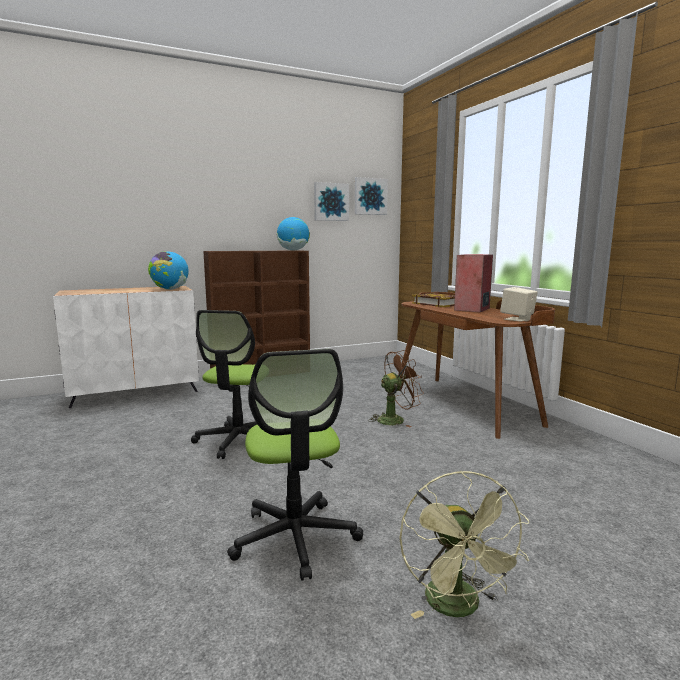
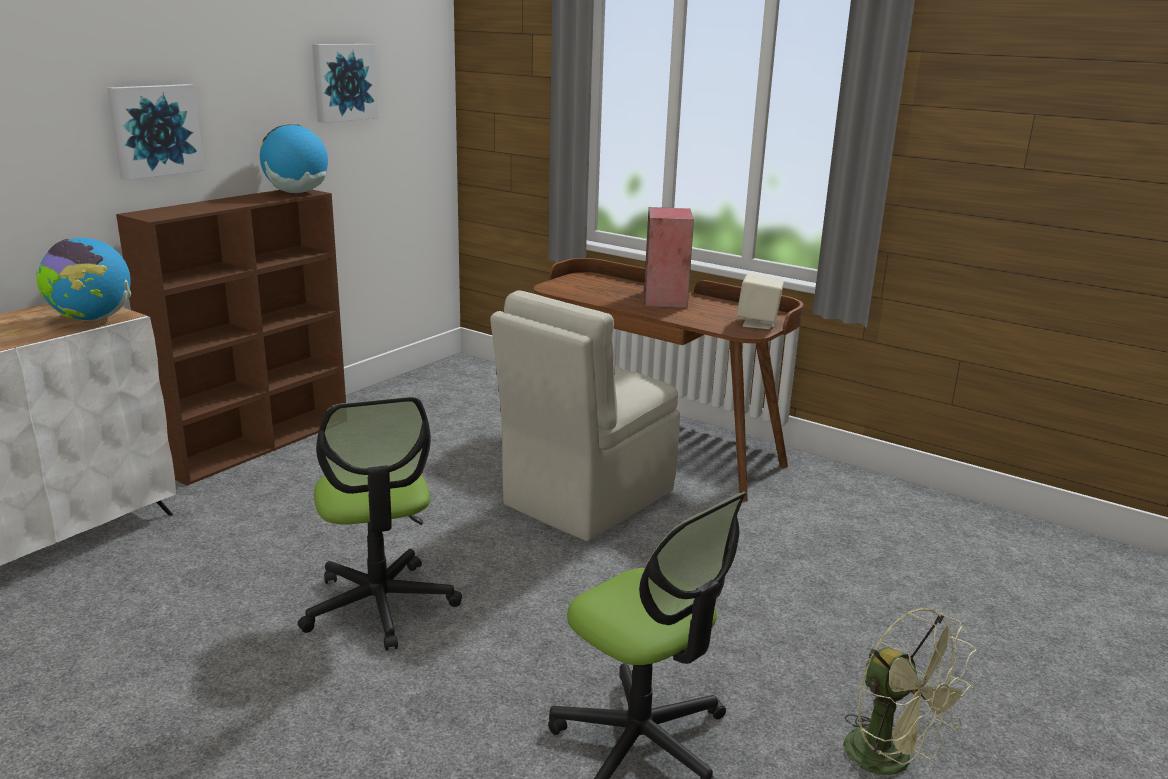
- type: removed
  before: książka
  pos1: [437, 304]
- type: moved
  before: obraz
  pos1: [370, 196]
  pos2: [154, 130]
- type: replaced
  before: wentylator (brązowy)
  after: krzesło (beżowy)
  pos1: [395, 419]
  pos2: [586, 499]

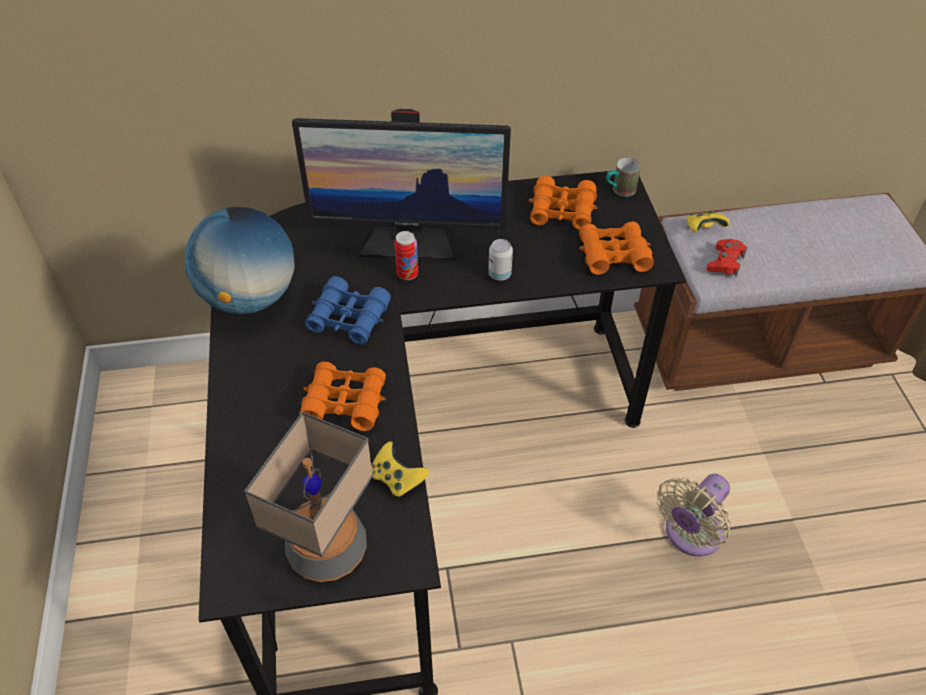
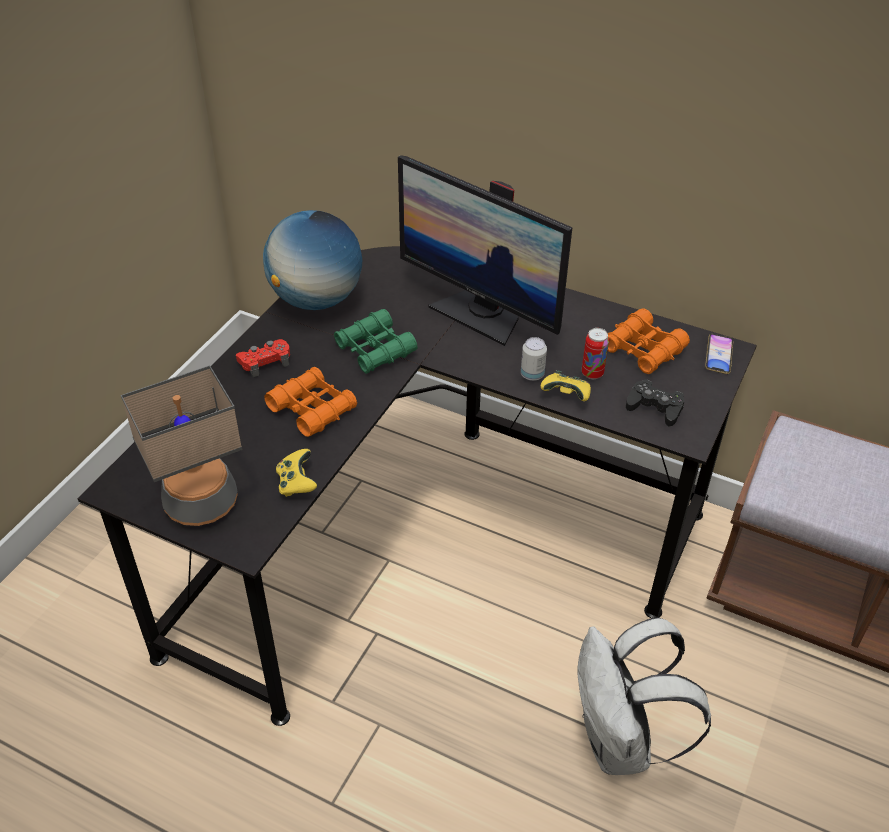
- type: moved
  before: puszka
  pos1: [407, 274]
  pos2: [592, 373]
- type: moved
  before: pad do gier (żółty)
  pos1: [704, 229]
  pos2: [566, 395]
- type: moved
  before: pad do gier (czerwony)
  pos1: [725, 262]
  pos2: [265, 361]
- type: replaced
  before: lornetka (pomarańczowy)
  after: pad do gier (czarny)
  pos1: [613, 255]
  pos2: [654, 407]
- type: replaced
  before: kubek
  after: telefon
  pos1: [619, 190]
  pos2: [718, 356]
- type: replaced
  before: wentylator (beżowy)
  after: plecak (biały)
  pos1: [689, 535]
  pos2: [620, 742]
- type: recoloured
  before: lornetka (niebieski)
  after: lornetka (zielony)
  pos1: [349, 318]
  pos2: [375, 349]

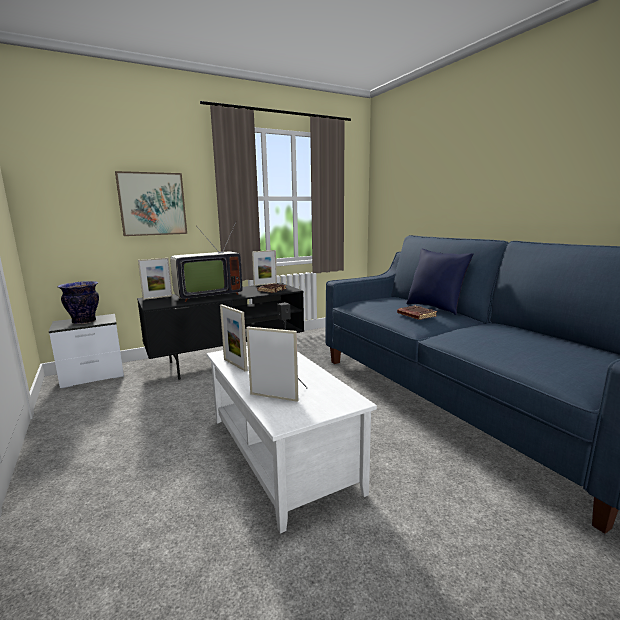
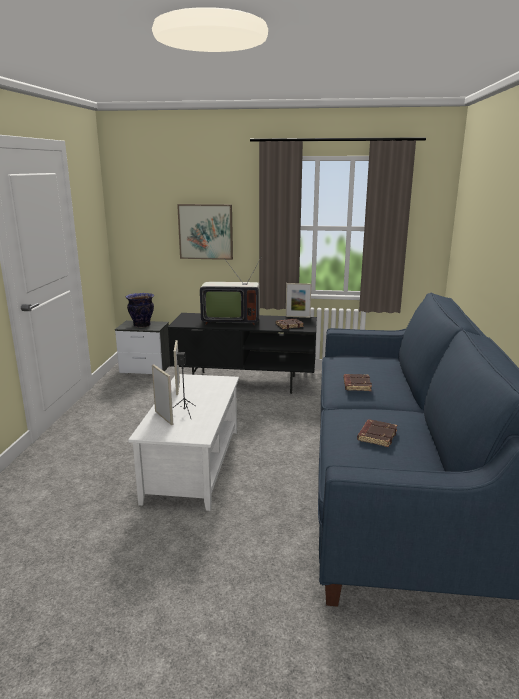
- type: removed
  before: ramka na zdjęcie
  pos1: [158, 297]
- type: removed
  before: poduszka (niebieski)
  pos1: [435, 308]
- type: added
  after: książka (brązowy)
  pos2: [376, 436]

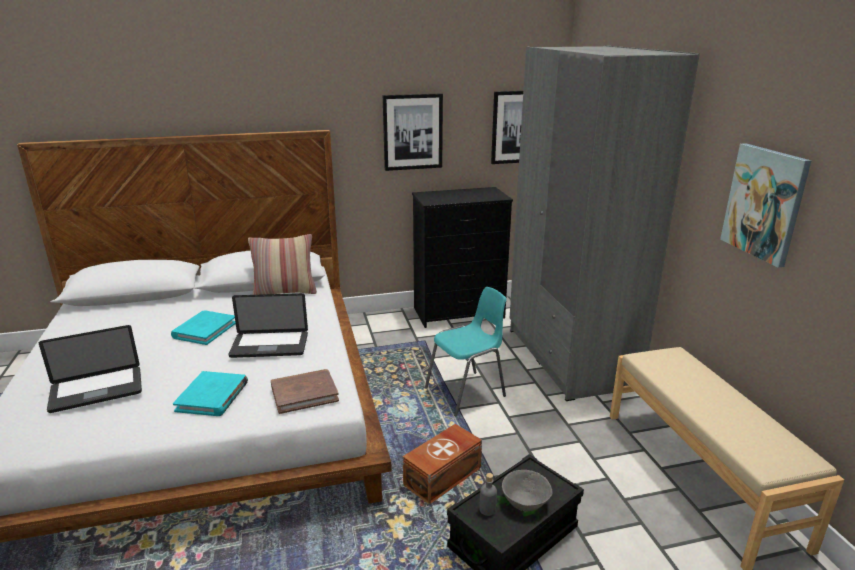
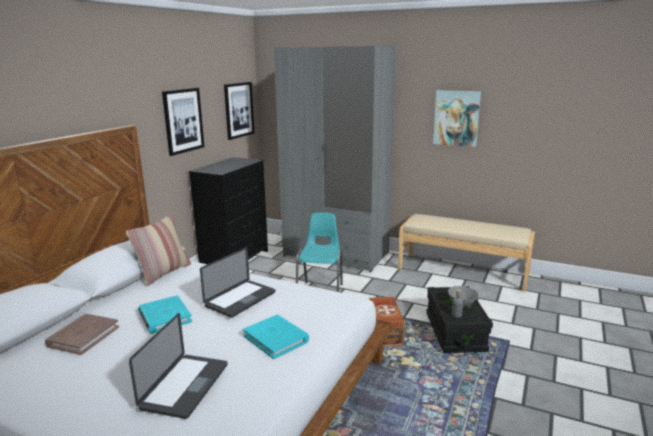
- type: moved
  before: książka (brązowy)
  pos1: [304, 394]
  pos2: [83, 336]

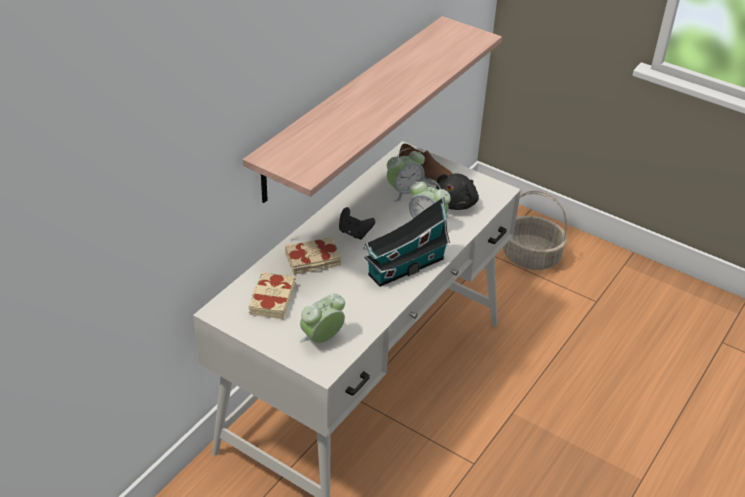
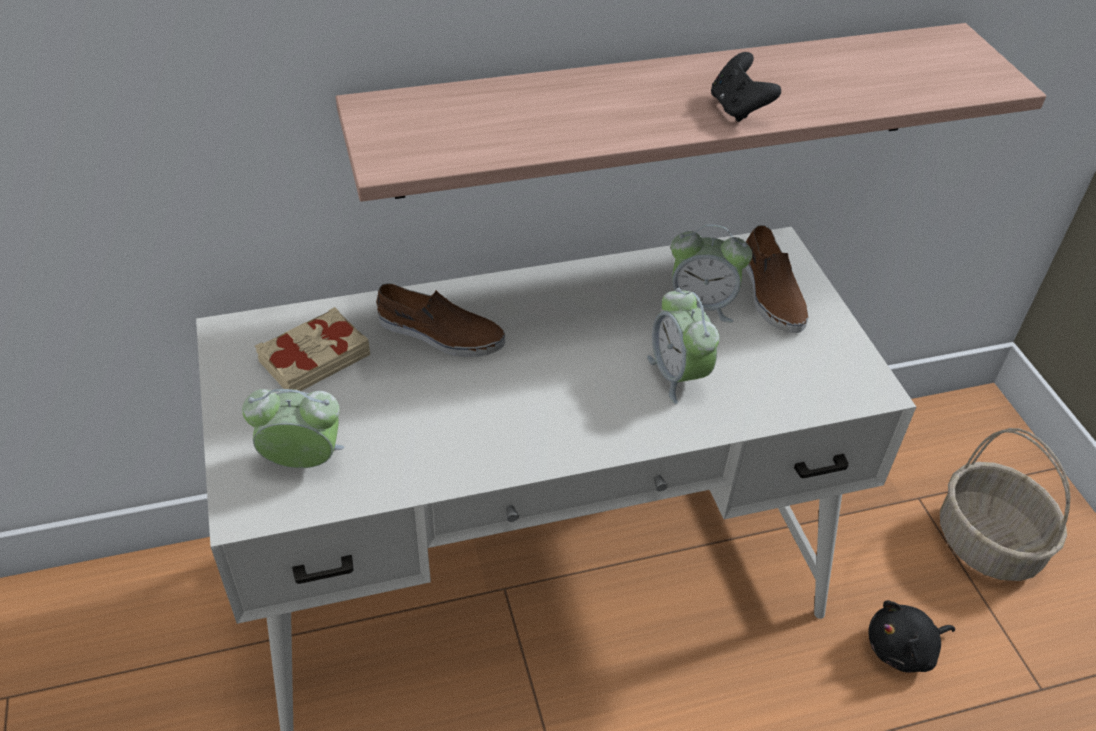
- type: removed
  before: domek
  pos1: [403, 268]
- type: moved
  before: pad do gier (czarny)
  pos1: [354, 233]
  pos2: [738, 108]
- type: moved
  before: pluszak (czarny)
  pos1: [456, 203]
  pos2: [903, 649]
- type: replaced
  before: książka (beżowy)
  after: but (brązowy)
  pos1: [313, 260]
  pos2: [440, 333]

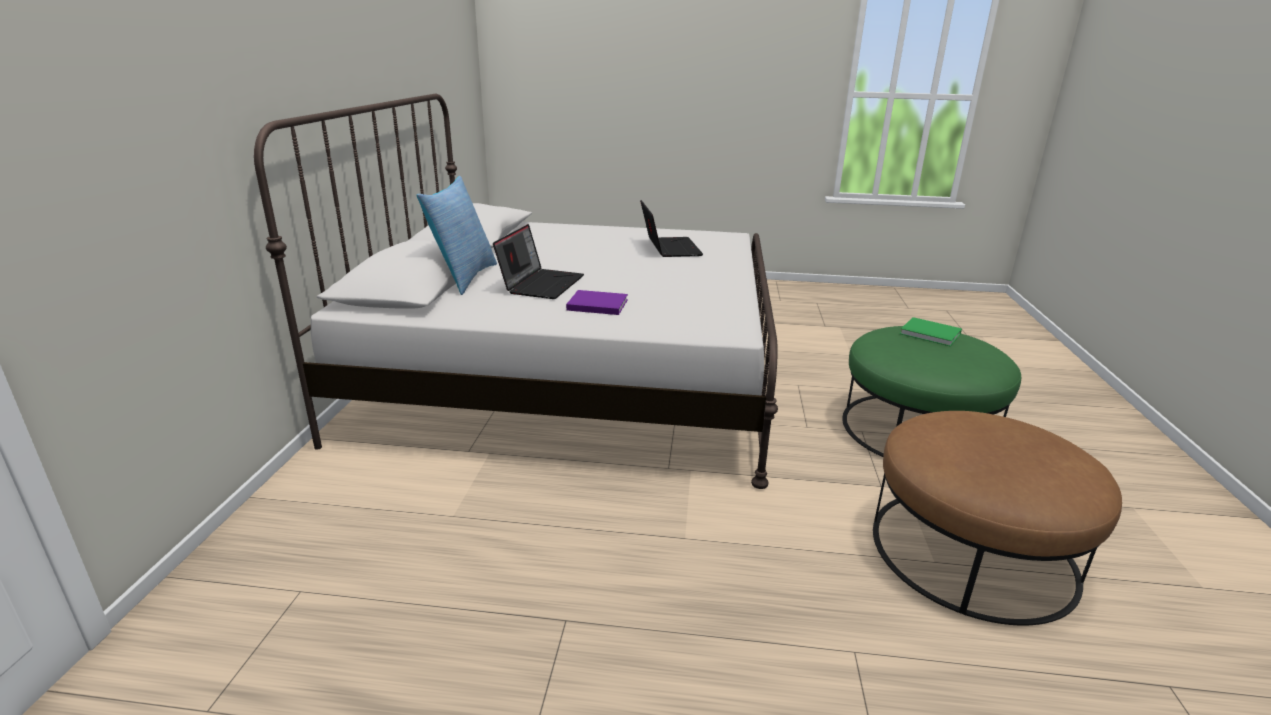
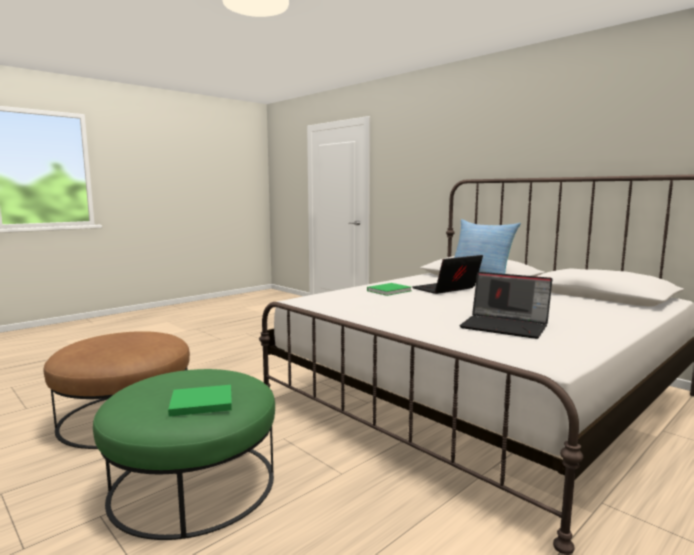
- type: recoloured
  before: książka (fioletowy)
  after: książka (zielony)
  pos1: [595, 304]
  pos2: [390, 290]
- type: turned
  before: laptop
  pos1: [541, 284]
  pos2: [446, 289]
  turn: 90

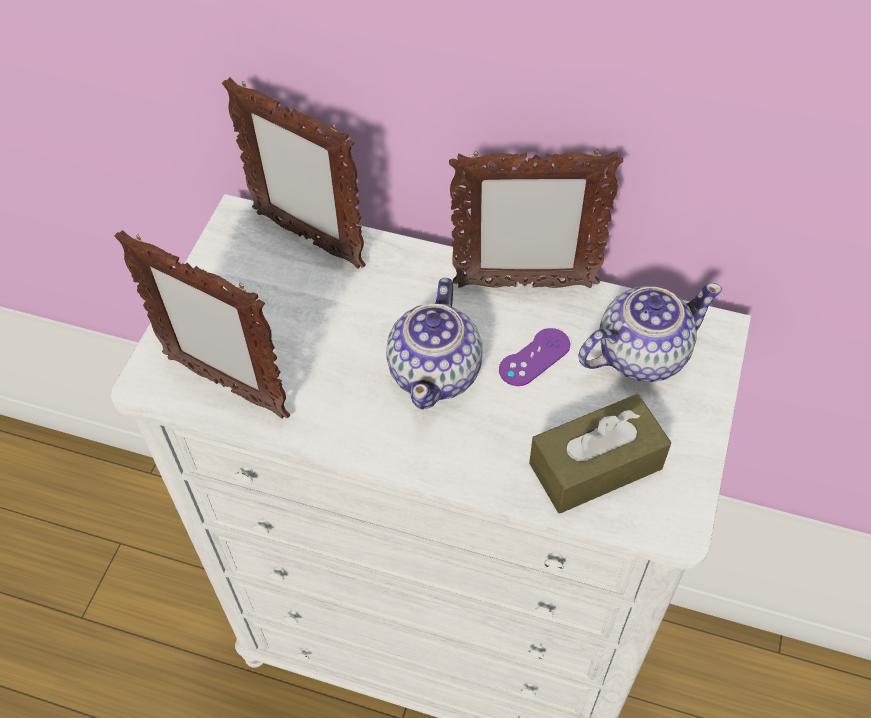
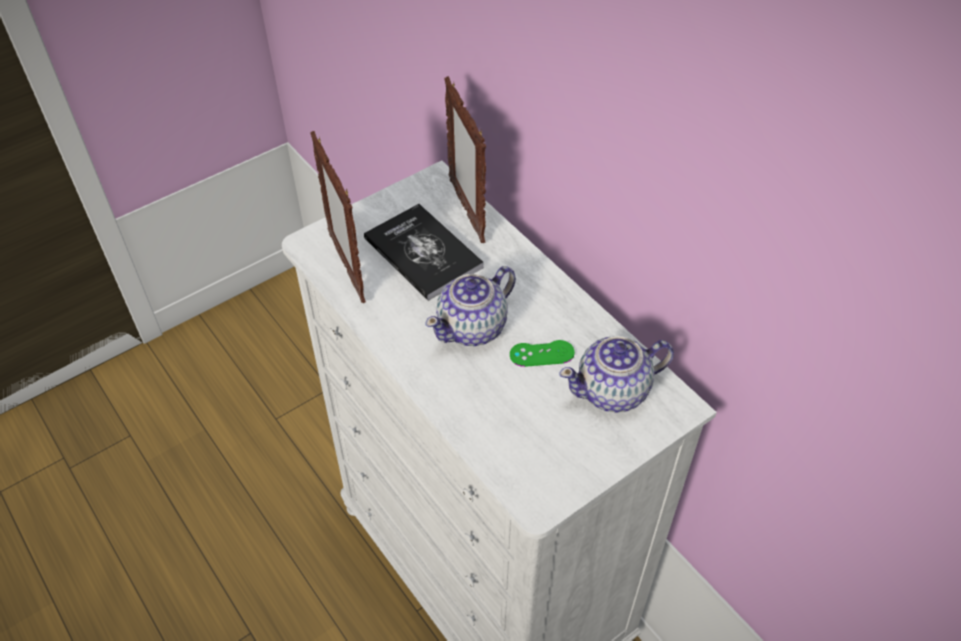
- type: removed
  before: ramka na zdjęcie
  pos1: [524, 285]
- type: removed
  before: pudełko chusteczek (brązowy)
  pos1: [595, 466]
- type: added
  after: książka
  pos2: [423, 253]
- type: recoloured
  before: pad do gier (fioletowy)
  after: pad do gier (zielony)
  pos1: [534, 357]
  pos2: [542, 353]
- type: turned
  before: imbryk
  pos1: [640, 354]
  pos2: [613, 391]
  turn: 150

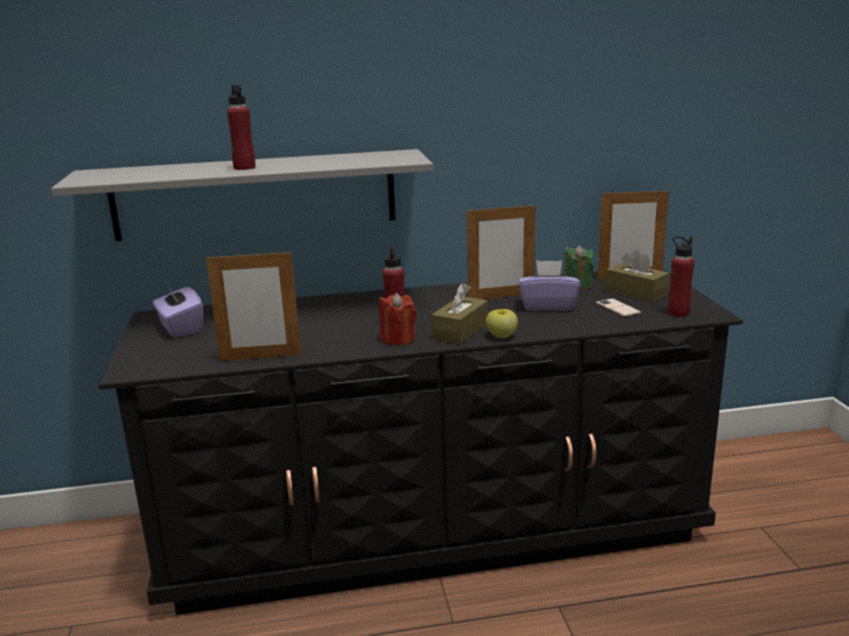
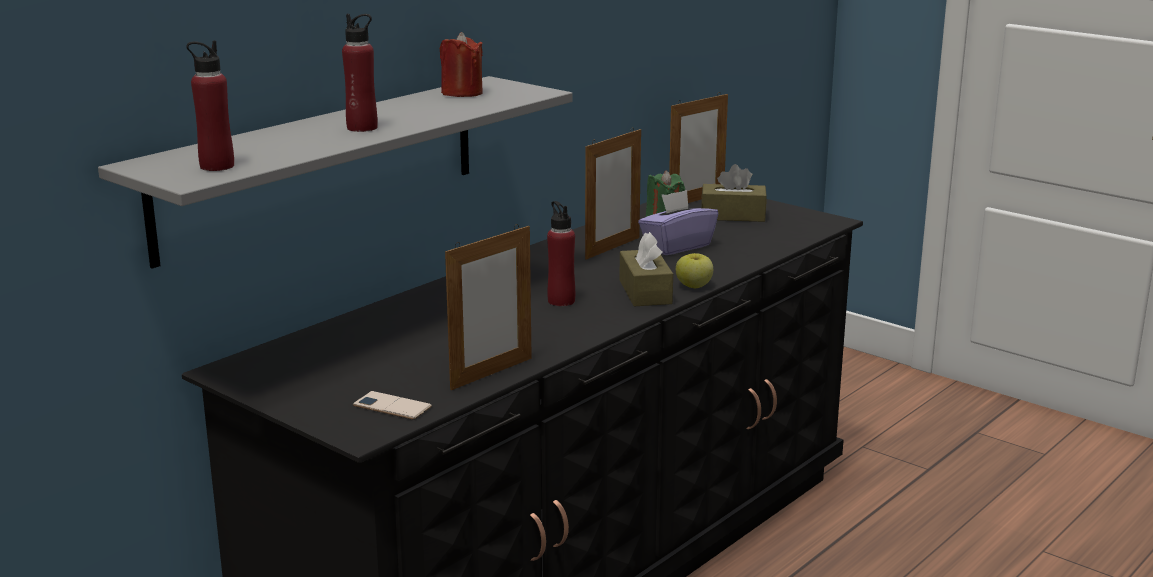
- type: removed
  before: pudełko chusteczek (fioletowy)
  pos1: [180, 328]
- type: moved
  before: świeca (czerwony)
  pos1: [398, 339]
  pos2: [462, 93]
- type: moved
  before: telefon
  pos1: [617, 308]
  pos2: [392, 406]
- type: moved
  before: butelka (czerwony)
  pos1: [678, 313]
  pos2: [216, 166]

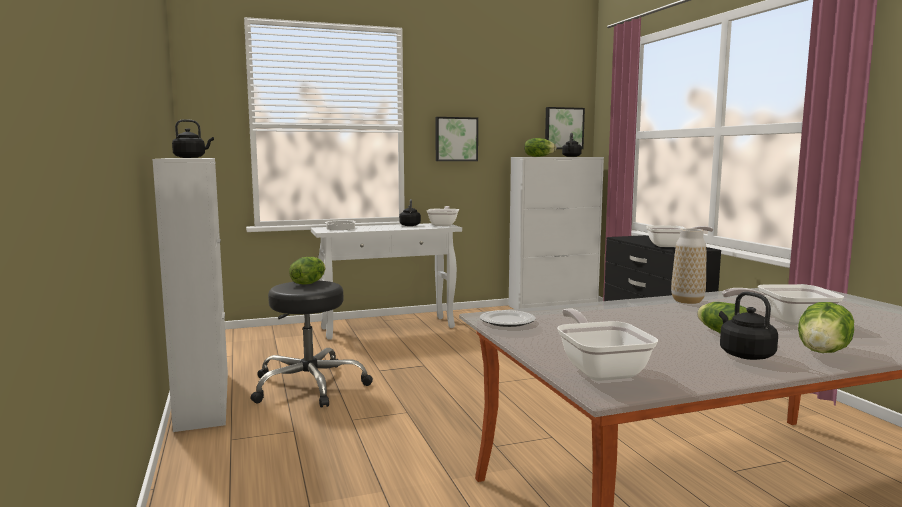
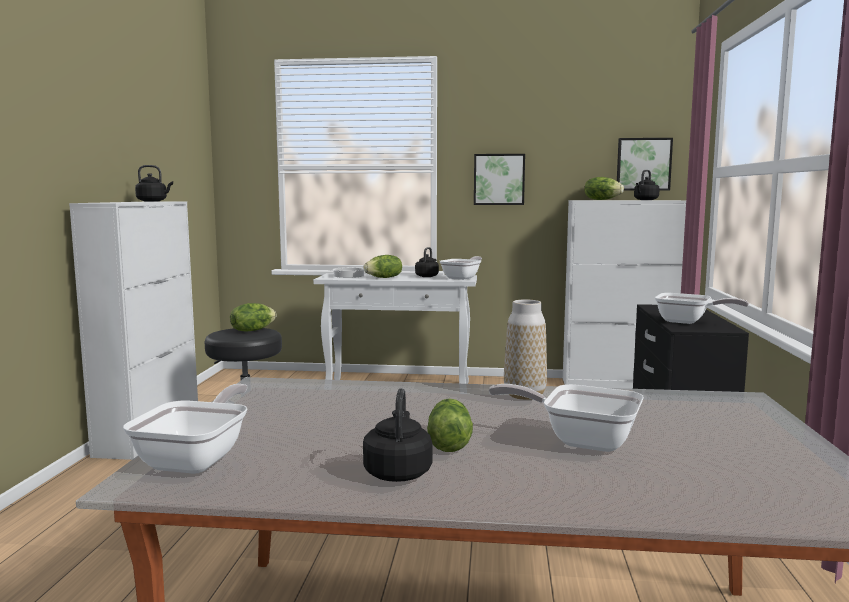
- type: removed
  before: talerz
  pos1: [507, 321]
- type: moved
  before: sałata
  pos1: [824, 351]
  pos2: [384, 278]

